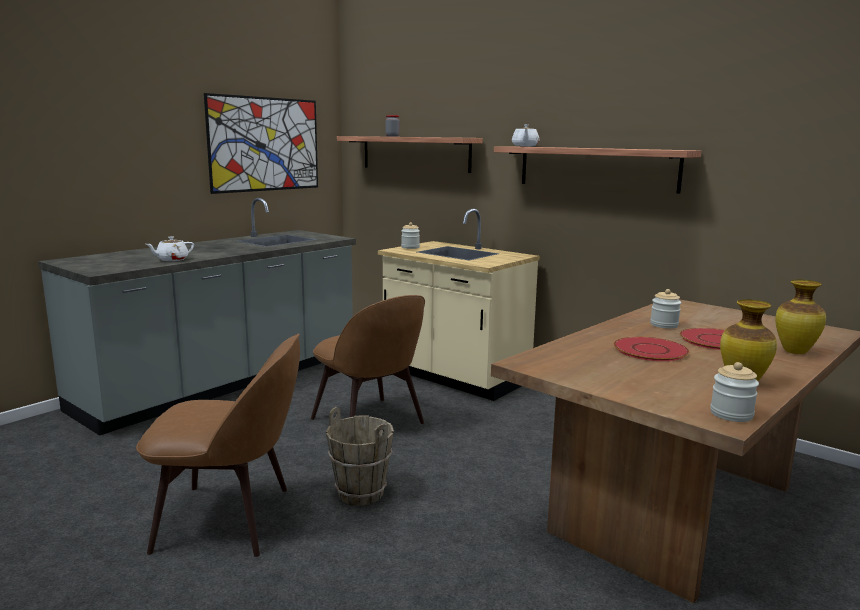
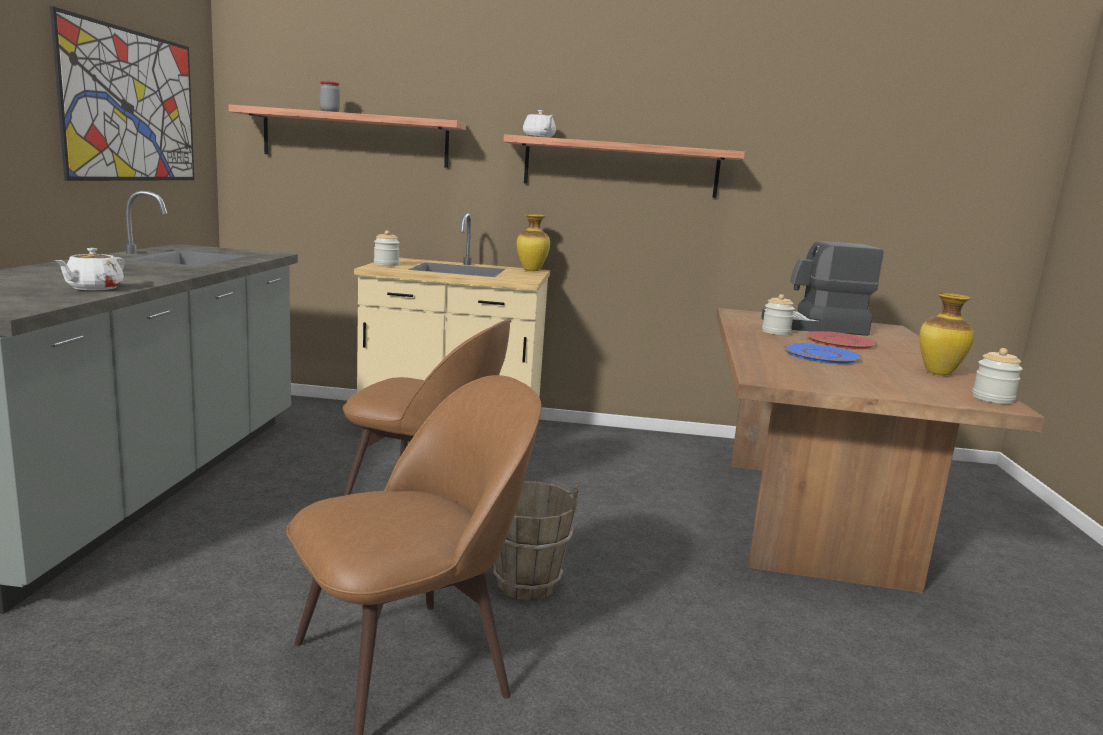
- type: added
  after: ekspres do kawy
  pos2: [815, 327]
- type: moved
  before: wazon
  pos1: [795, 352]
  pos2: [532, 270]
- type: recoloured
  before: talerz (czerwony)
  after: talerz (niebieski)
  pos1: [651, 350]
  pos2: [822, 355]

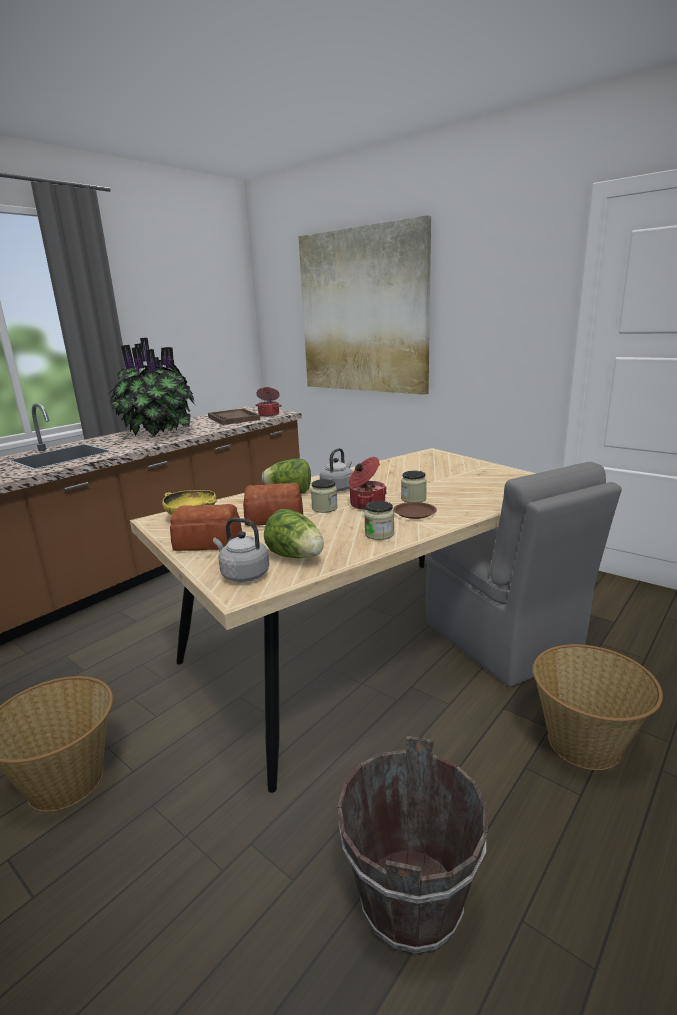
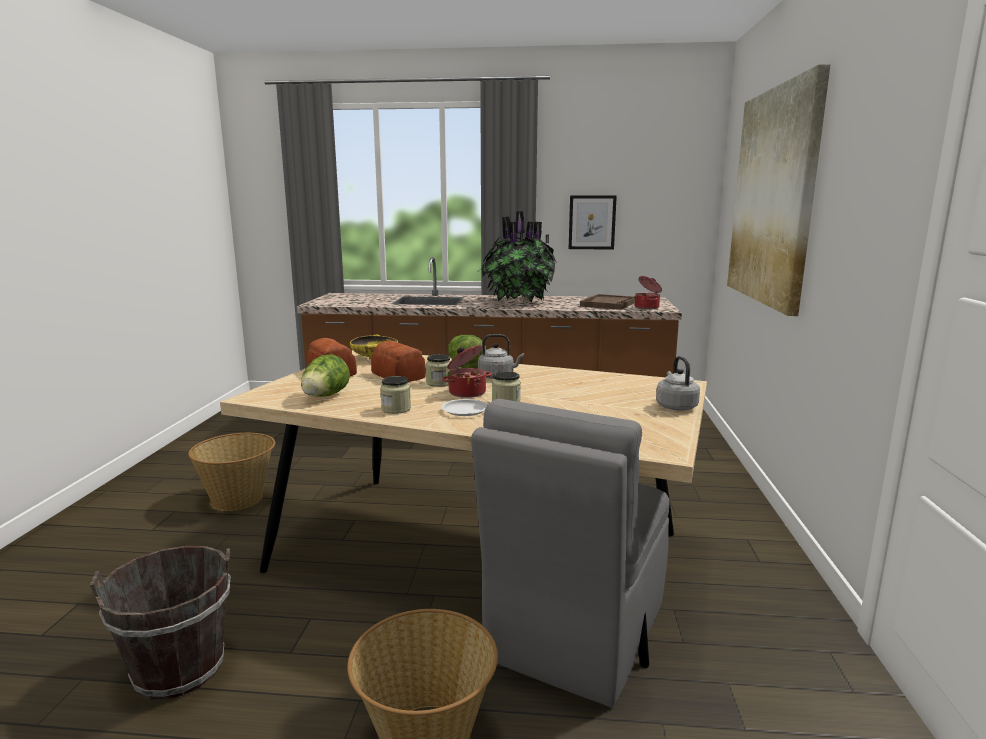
- type: added
  after: obraz
  pos2: [592, 222]
- type: moved
  before: czajnik (szary)
  pos1: [243, 574]
  pos2: [675, 406]
- type: recoloured
  before: talerz (brązowy)
  after: talerz (biały)
  pos1: [415, 513]
  pos2: [464, 410]

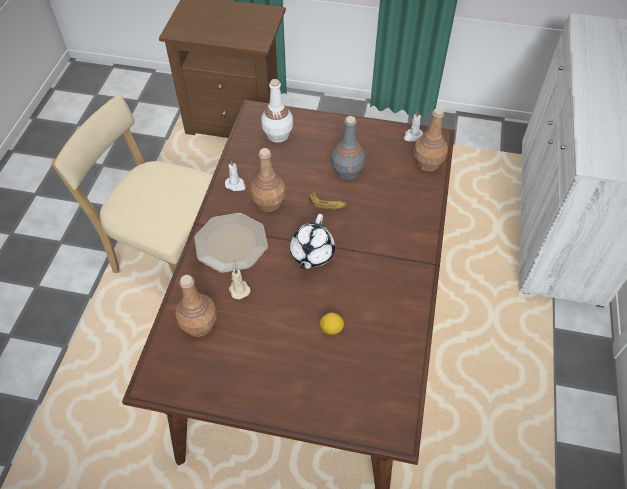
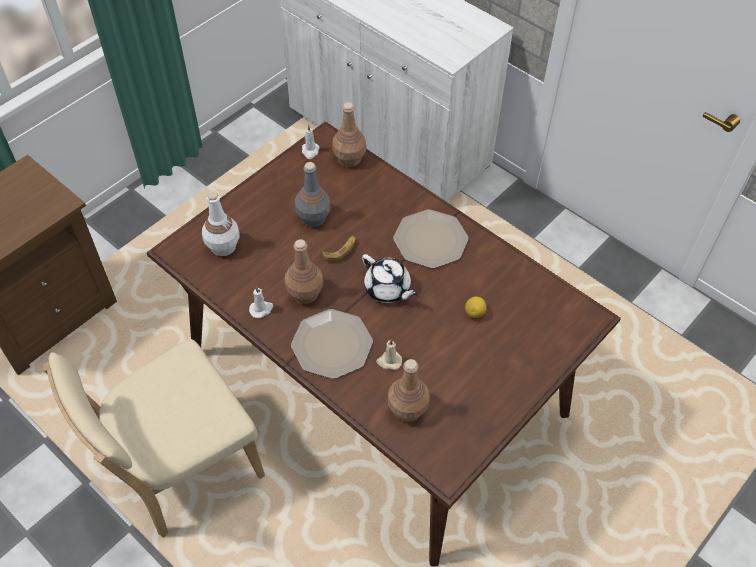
- type: added
  after: talerz
  pos2: [431, 239]

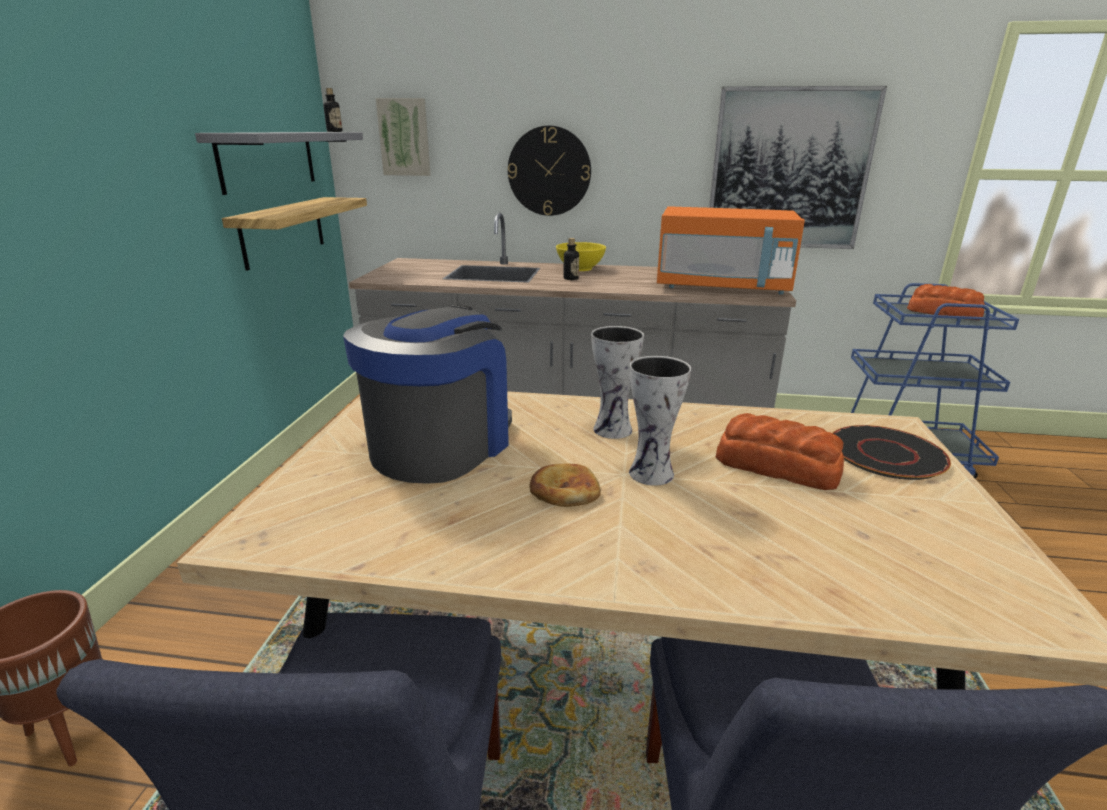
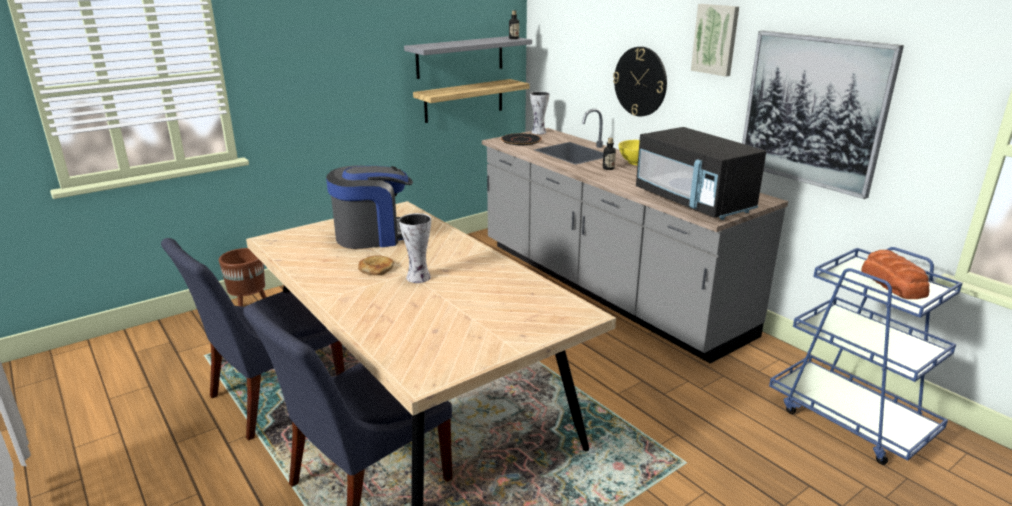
- type: removed
  before: chleb
  pos1: [776, 465]
- type: moved
  before: obraz
  pos1: [405, 137]
  pos2: [716, 39]
- type: moved
  before: wazon
  pos1: [614, 430]
  pos2: [539, 132]
- type: moved
  before: talerz (czarny)
  pos1: [886, 454]
  pos2: [520, 140]
- type: recoloured
  before: mikrofalówka (pomarańczowy)
  after: mikrofalówka (czarny)
  pos1: [722, 287]
  pos2: [693, 202]

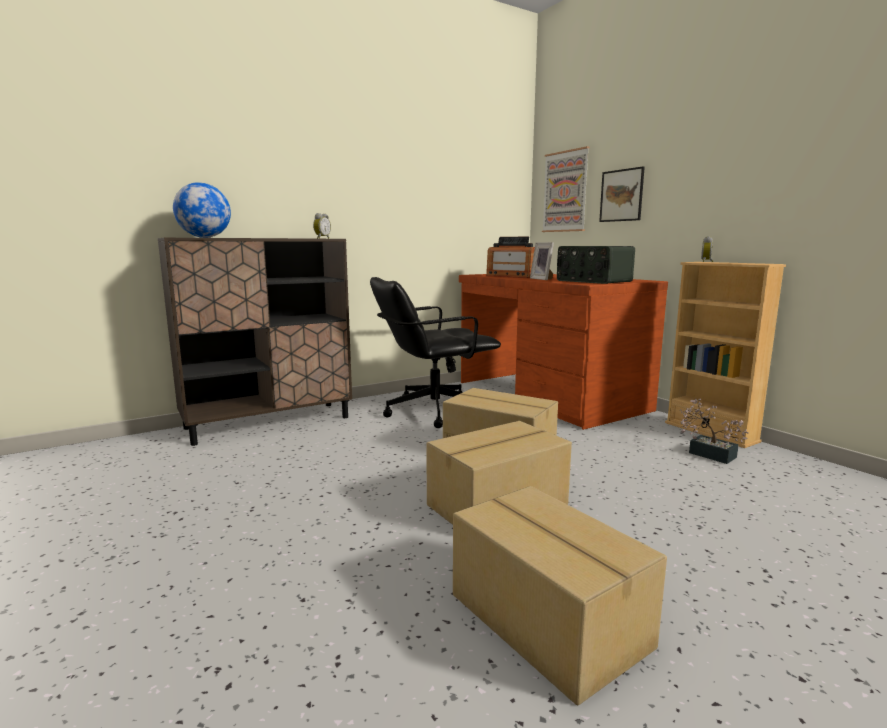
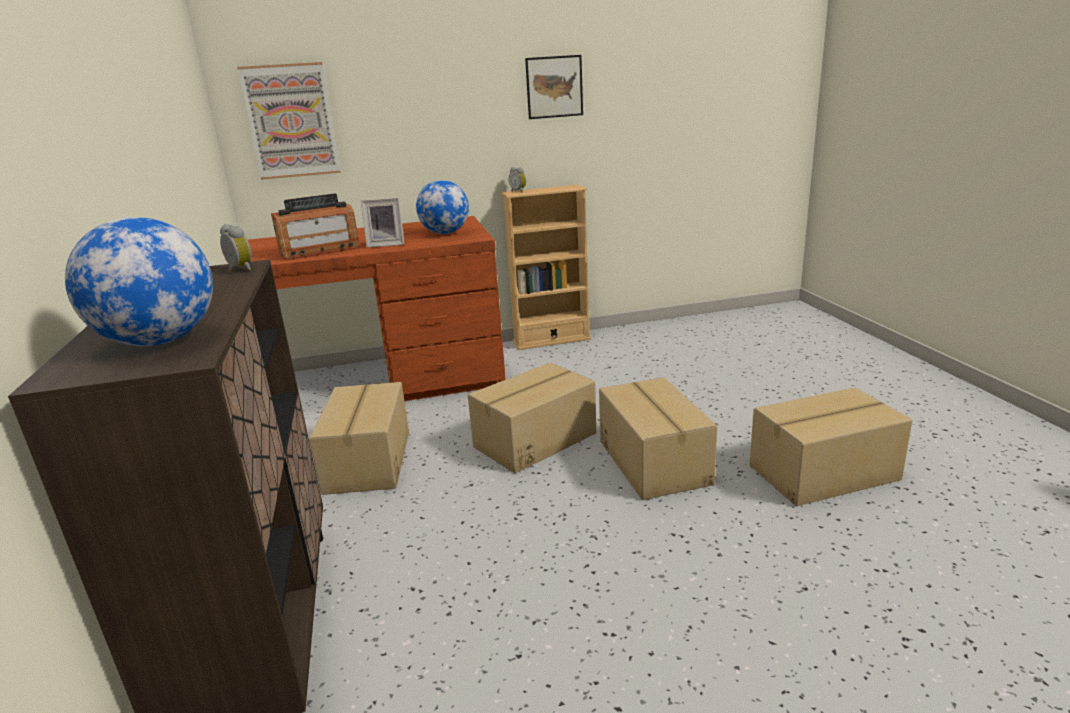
- type: removed
  before: roślina doniczkowa
  pos1: [707, 453]
- type: moved
  before: obraz
  pos1: [621, 195]
  pos2: [554, 87]
- type: replaced
  before: krzesło biurowe (czarny)
  after: karton
  pos1: [433, 411]
  pos2: [366, 462]
- type: replaced
  before: radio
  after: globus
  pos1: [593, 281]
  pos2: [445, 233]

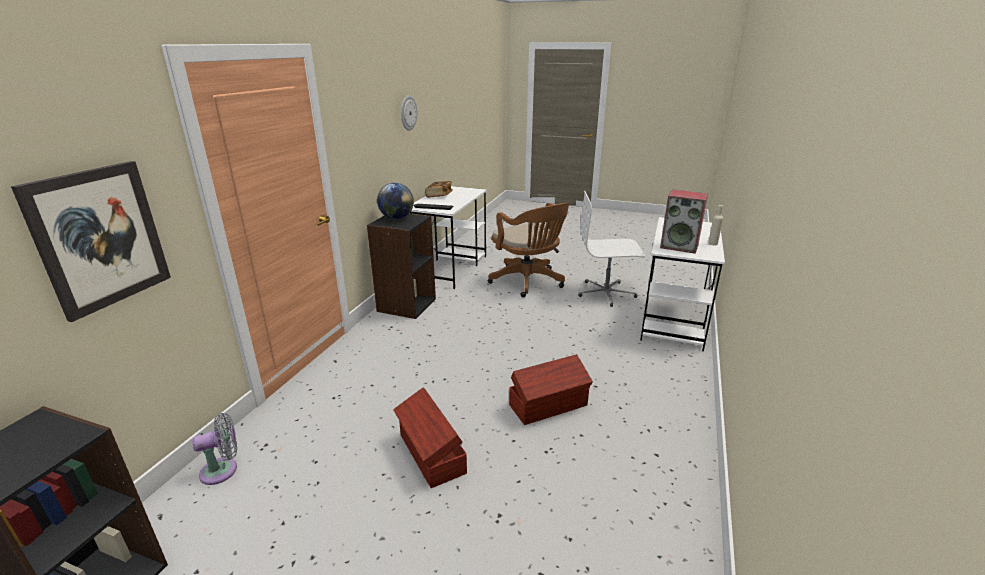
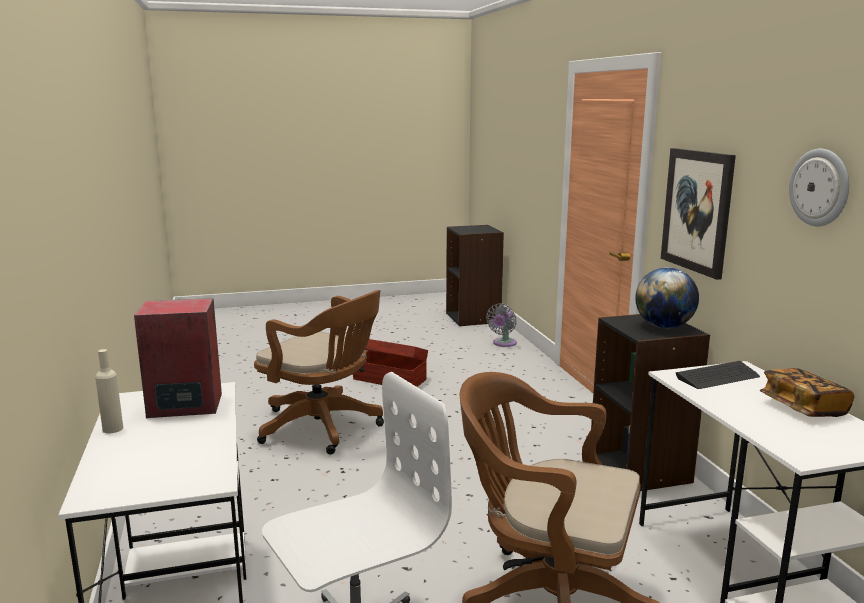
- type: moved
  before: obraz
  pos1: [100, 238]
  pos2: [697, 211]
- type: replaced
  before: pojemnik do przechowywania (brązowy)
  after: krzesło biurowe (brązowy)
  pos1: [549, 405]
  pos2: [324, 428]

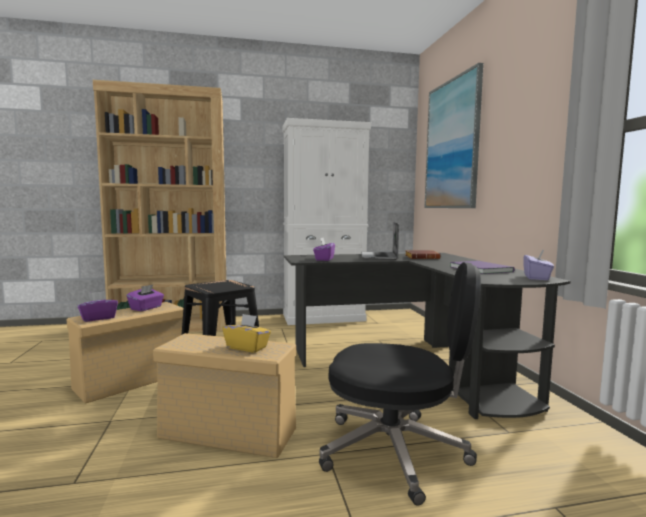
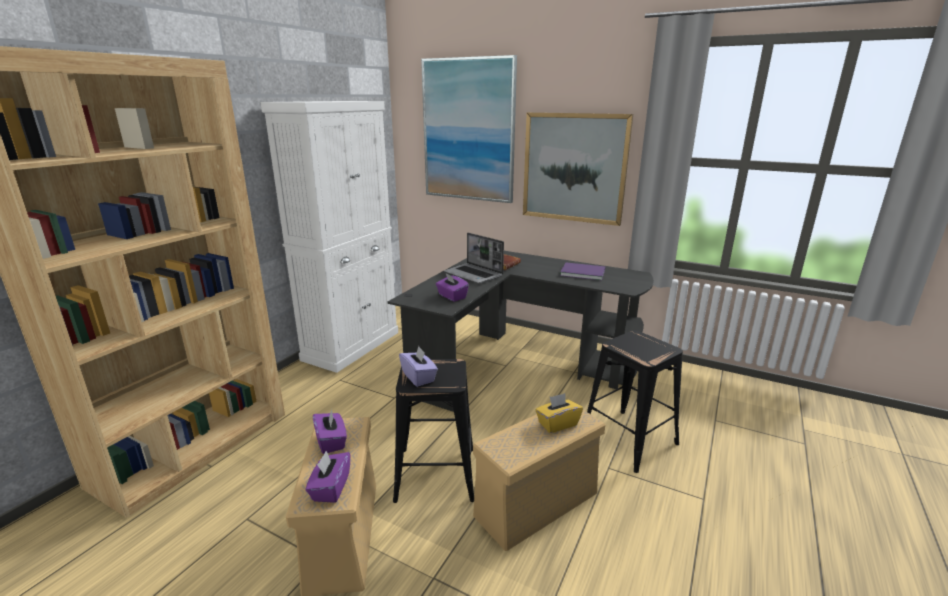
- type: added
  after: obraz
  pos2: [574, 168]
- type: moved
  before: pudełko chusteczek (fioletowy)
  pos1: [536, 277]
  pos2: [419, 377]
- type: replaced
  before: krzesło biurowe (czarny)
  after: stołek (czarny)
  pos1: [396, 451]
  pos2: [629, 439]

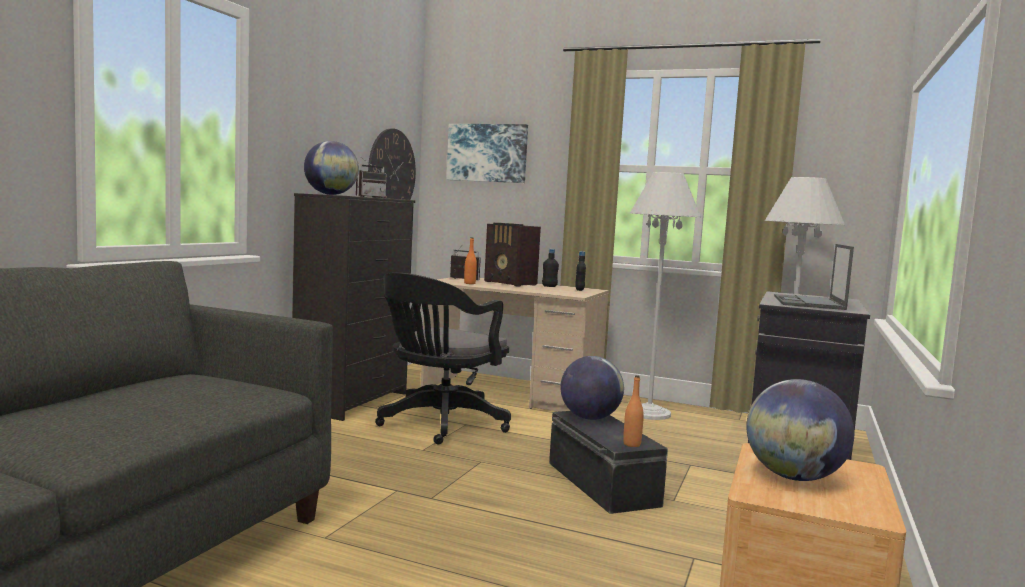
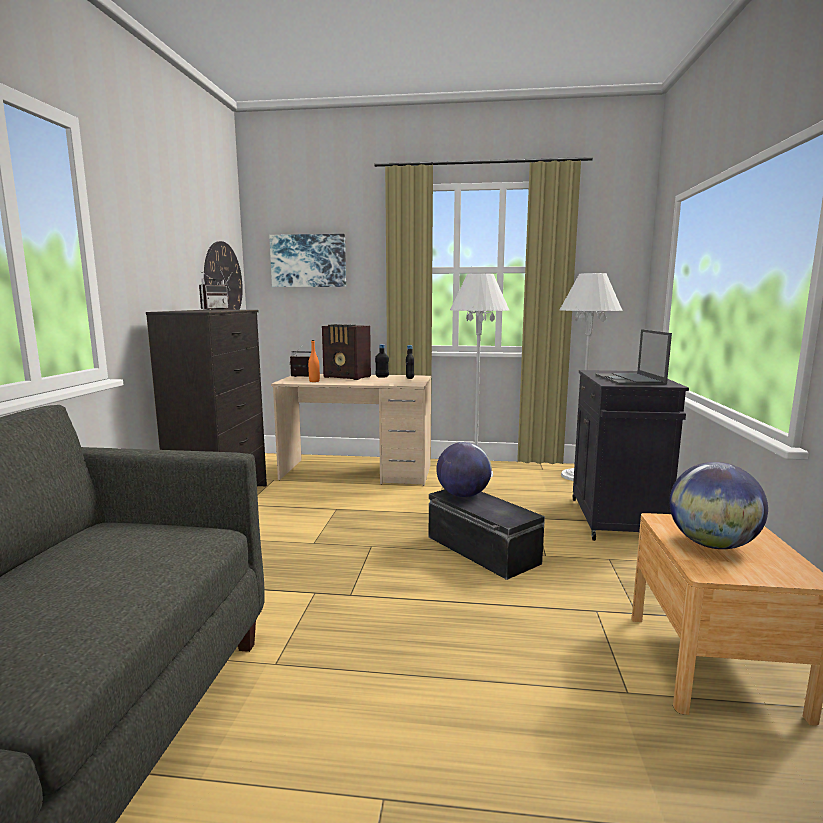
- type: removed
  before: globus
  pos1: [331, 194]
- type: removed
  before: krzesło biurowe (czarny)
  pos1: [439, 425]
- type: removed
  before: butelka (pomarańczowy)
  pos1: [632, 444]

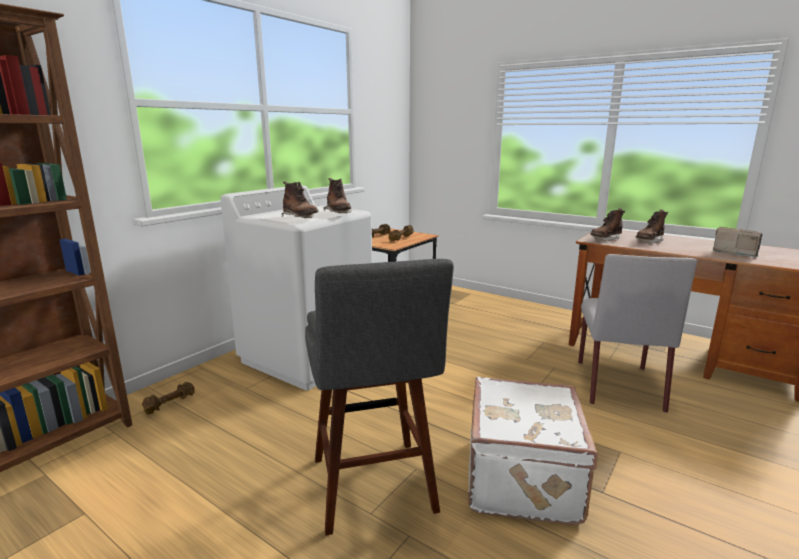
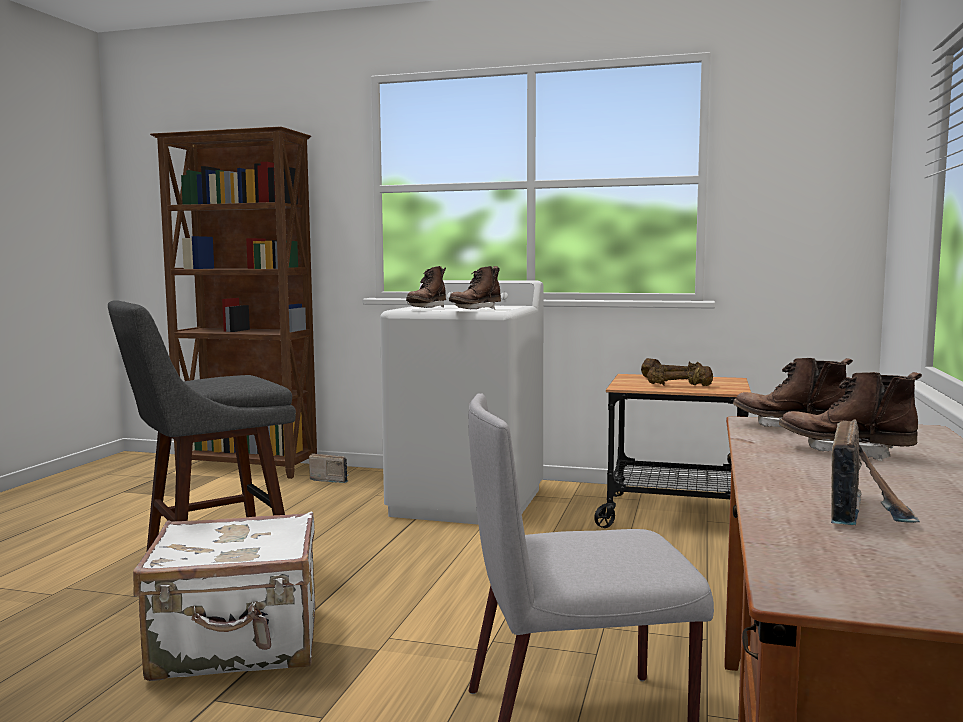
- type: replaced
  before: hantel (brązowy)
  after: radio
  pos1: [169, 404]
  pos2: [330, 479]

